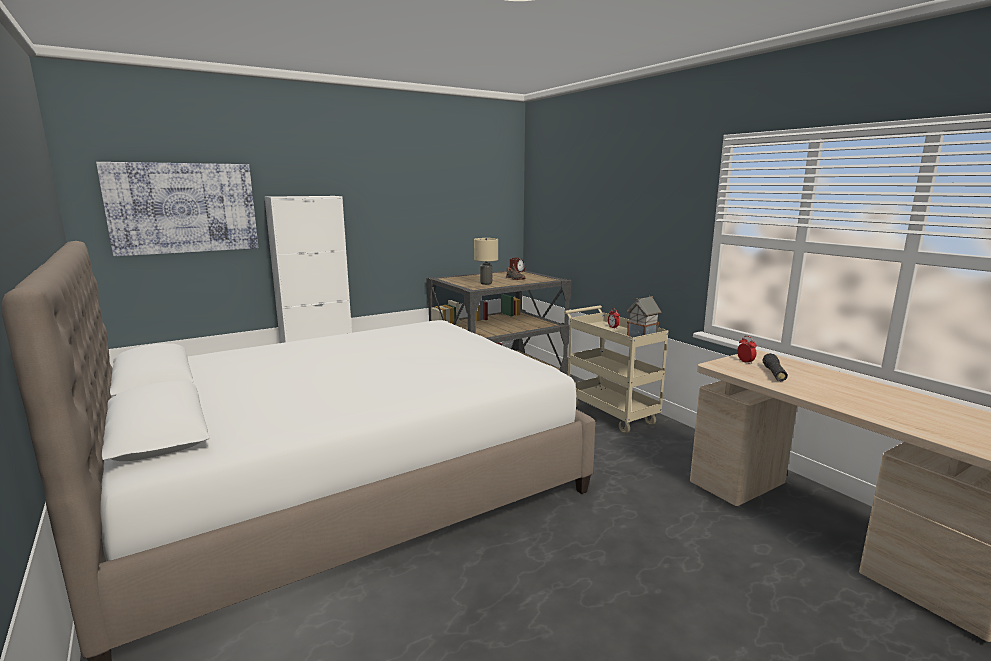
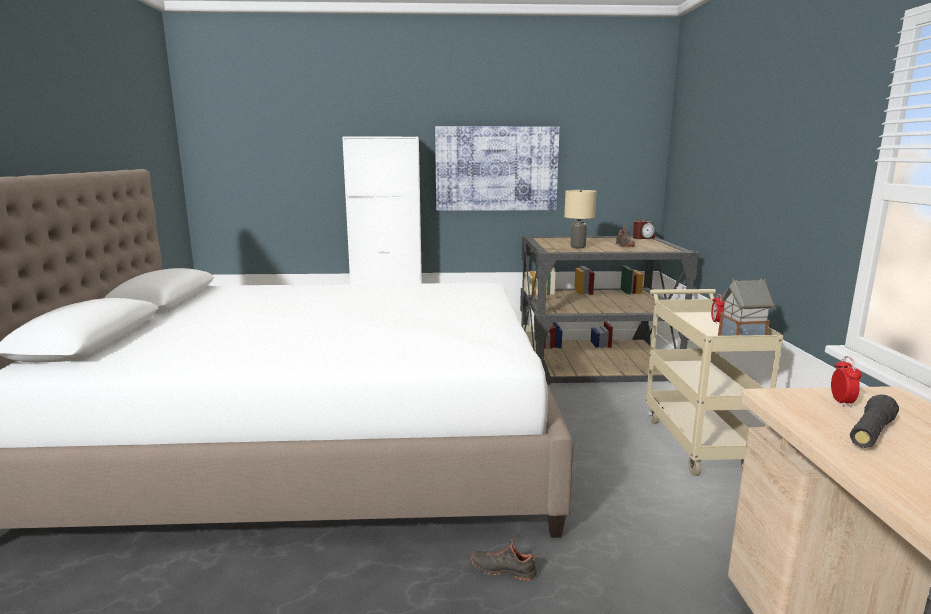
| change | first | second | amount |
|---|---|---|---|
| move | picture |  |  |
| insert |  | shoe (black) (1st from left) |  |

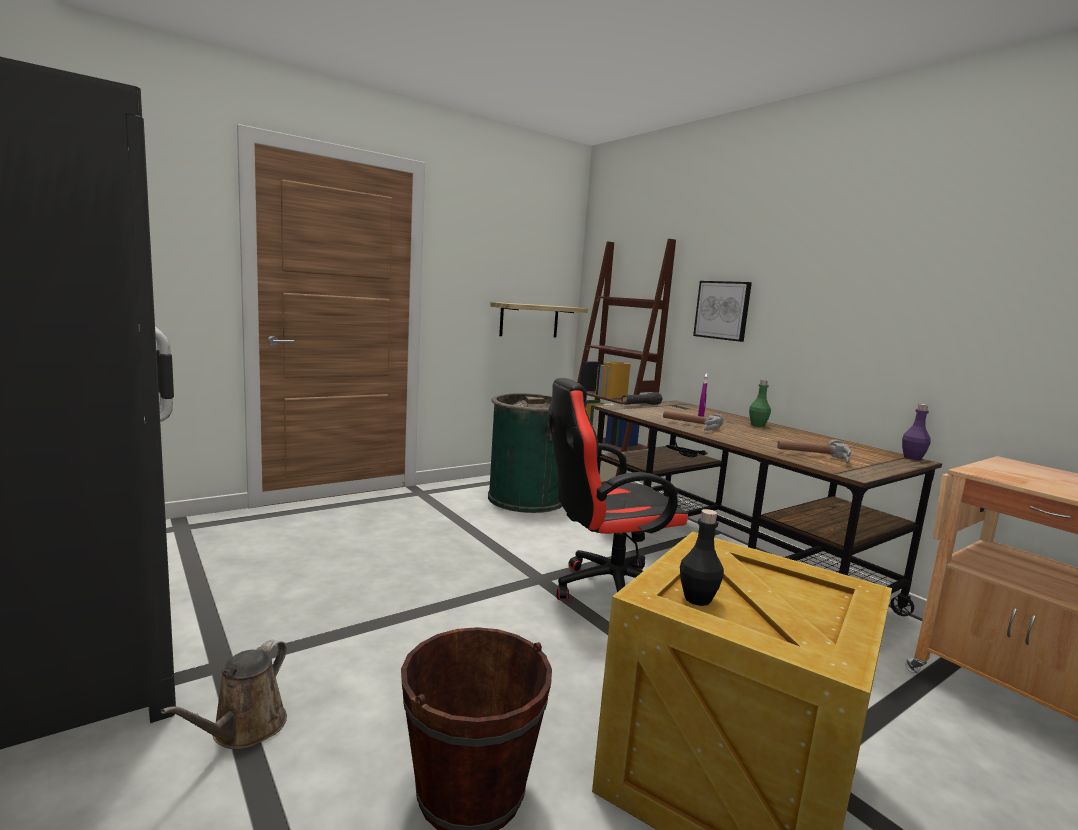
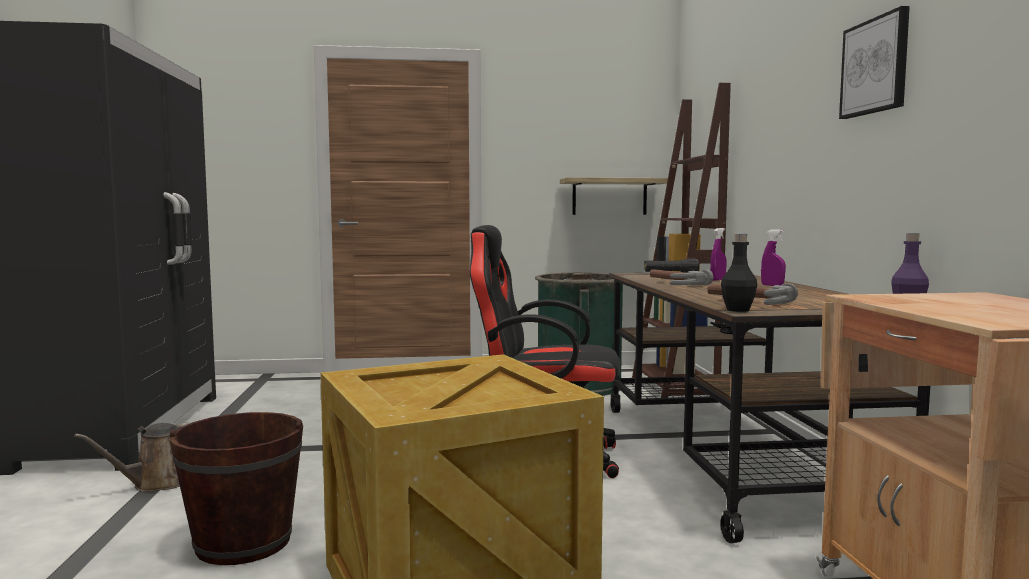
| change | first | second | amount |
|---|---|---|---|
| move | picture |  |  |
| replace | bottle (green) | spray bottle (purple) (2nd from left) |  |
| move | bottle (black) |  |  |

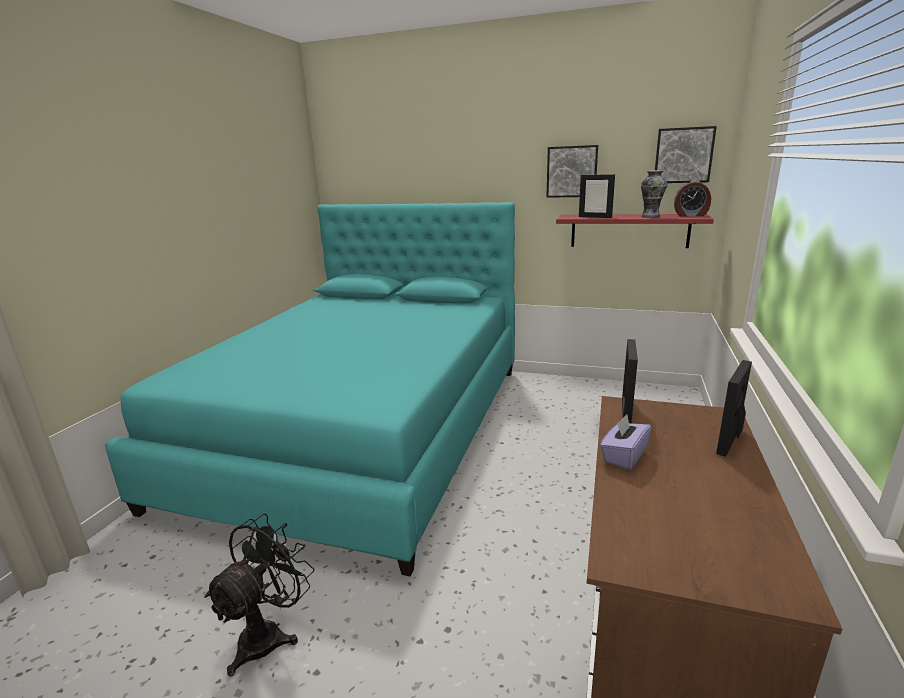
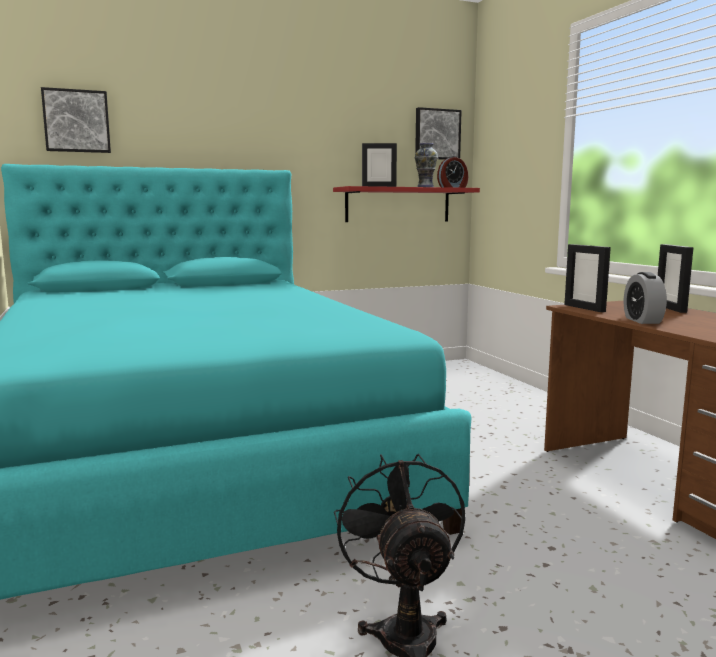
| change | first | second | amount |
|---|---|---|---|
| move | picture (1st from left) |  |  |
| replace | tissue box (purple) | alarm clock (2nd from left) |  |

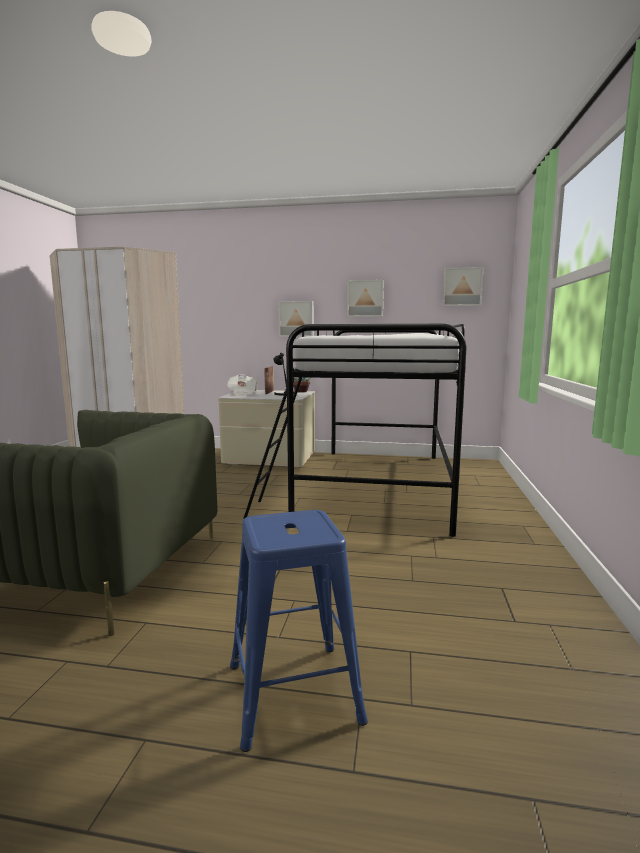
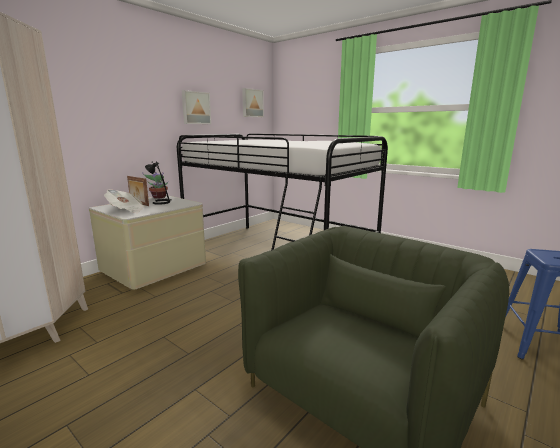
| change | first | second | amount |
|---|---|---|---|
| delete | picture (1st from left) |  |  |

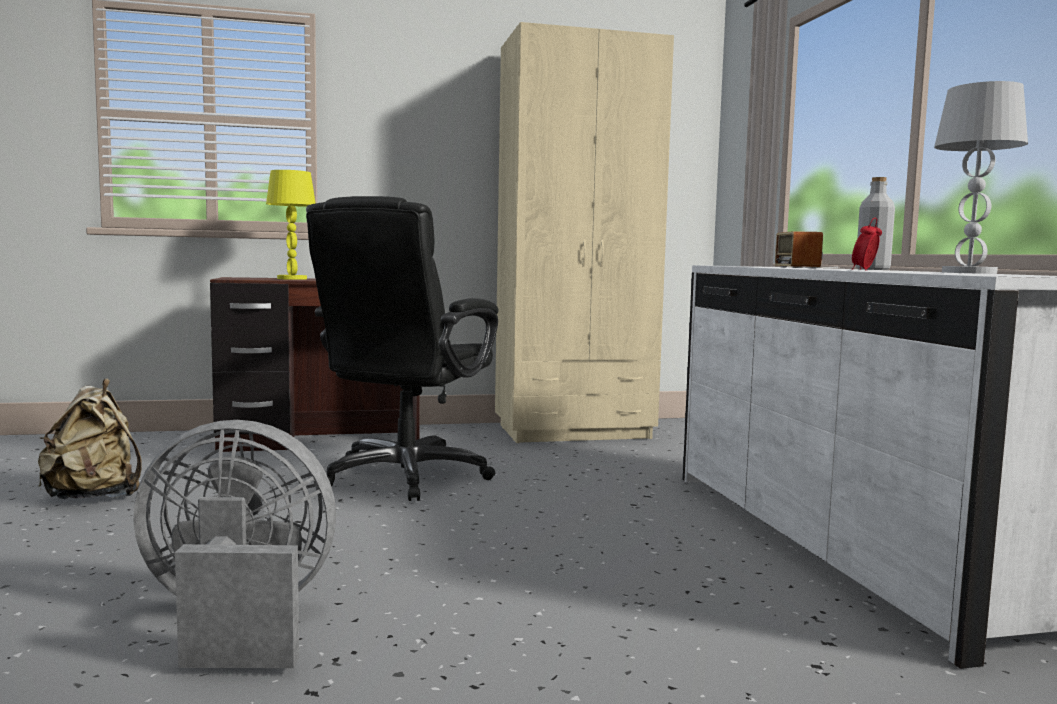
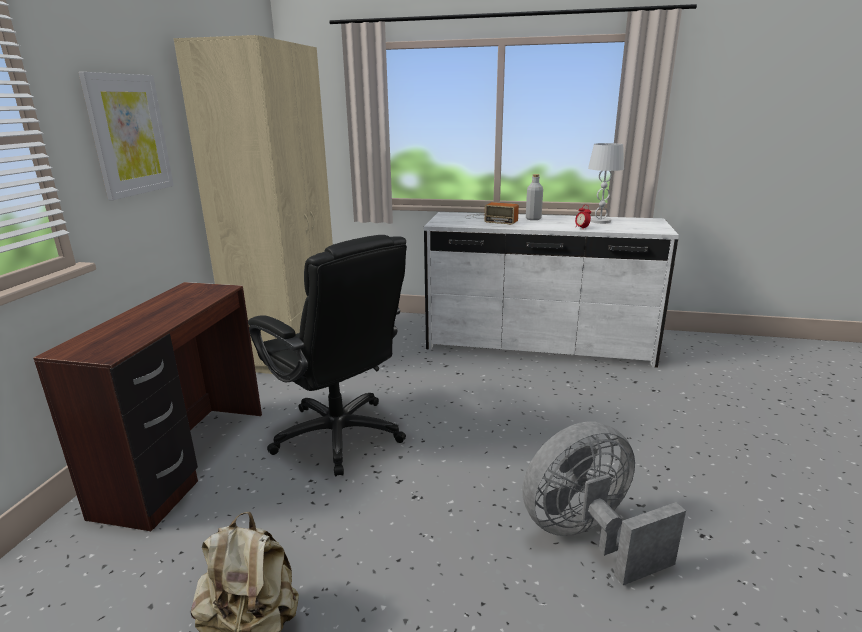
| change | first | second | amount |
|---|---|---|---|
| delete | table lamp (yellow) |  |  |
| rotate | fan (grey) |  | 45 degrees clockwise |
| insert |  | picture |  |

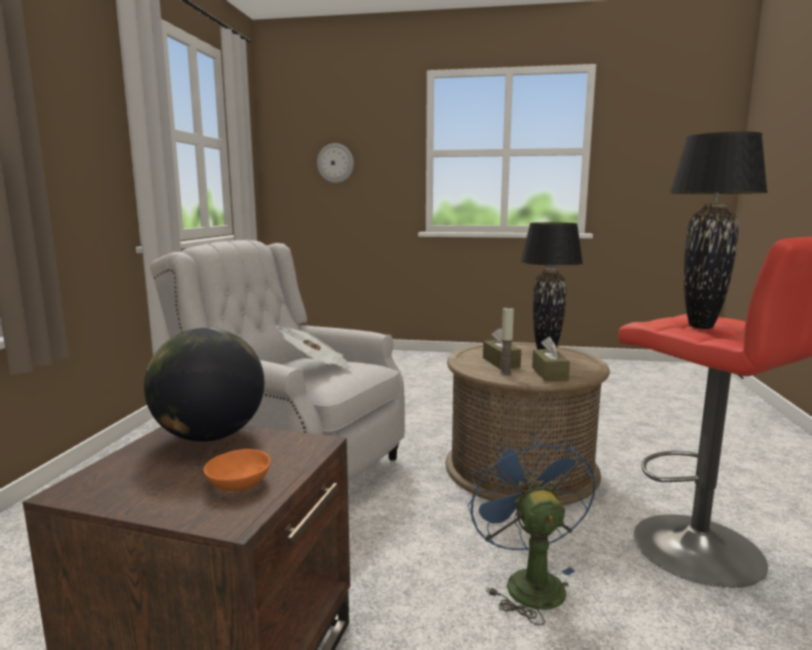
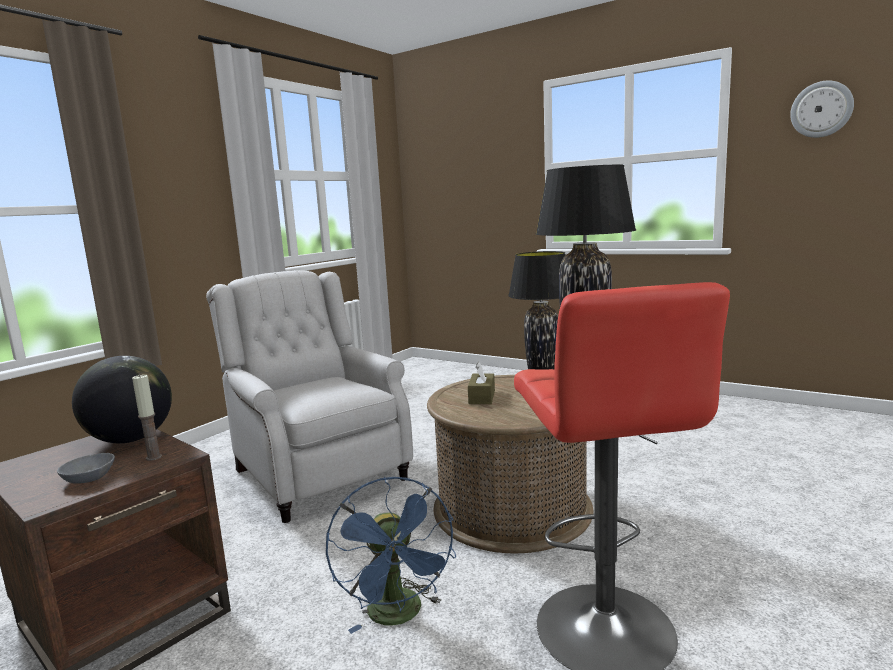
| change | first | second | amount |
|---|---|---|---|
| move | wall clock |  |  |
| move | candle |  |  |
| delete | newspaper |  |  |
| delete | tissue box (brown) (2nd from left) |  |  |
| rotate | fan (blue) |  | 150 degrees clockwise |
| recolor | bowl (orange) | bowl (grey) |  |

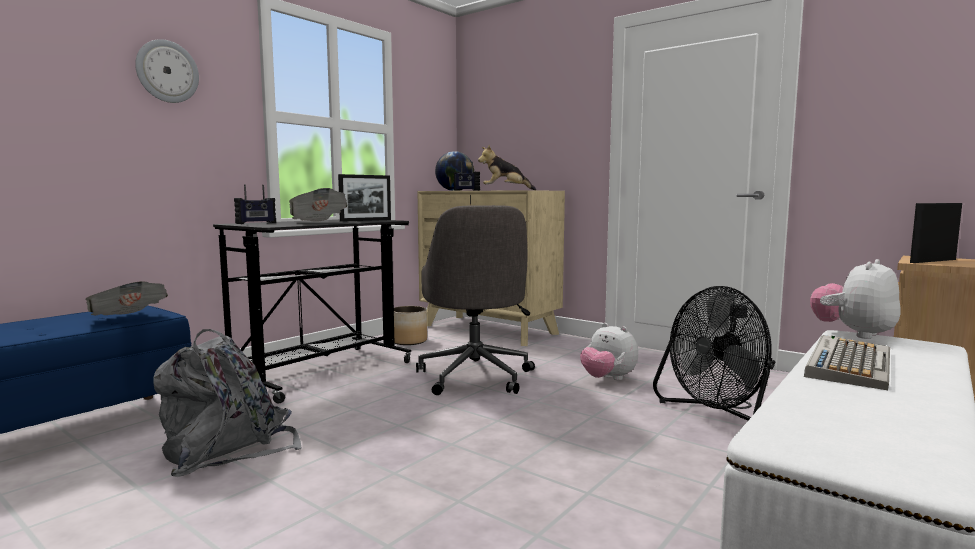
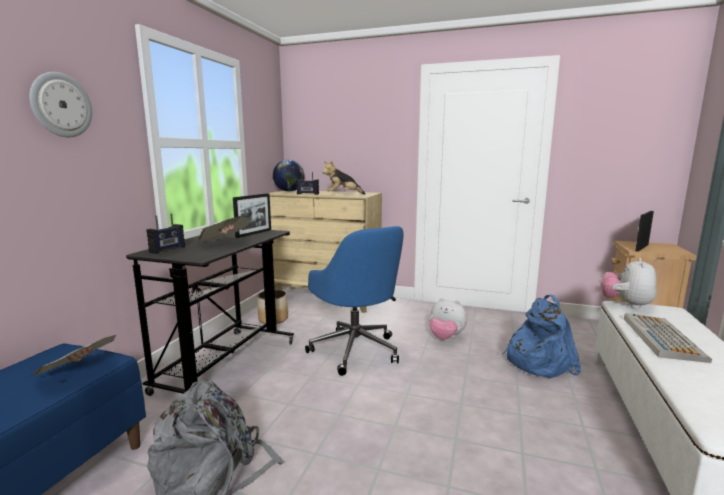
| change | first | second | amount |
|---|---|---|---|
| recolor | office chair (grey) | office chair (blue) |  |
| replace | fan (black) | backpack (blue) |  |

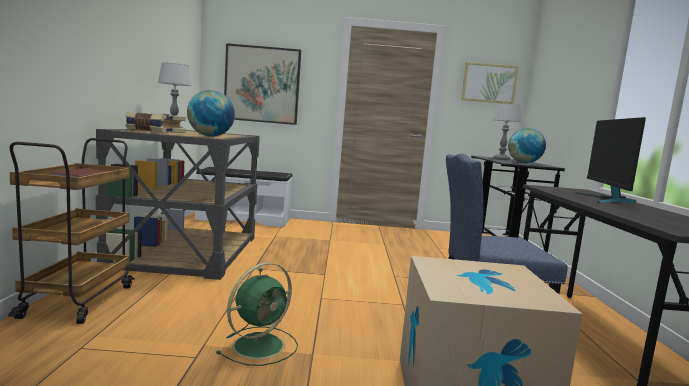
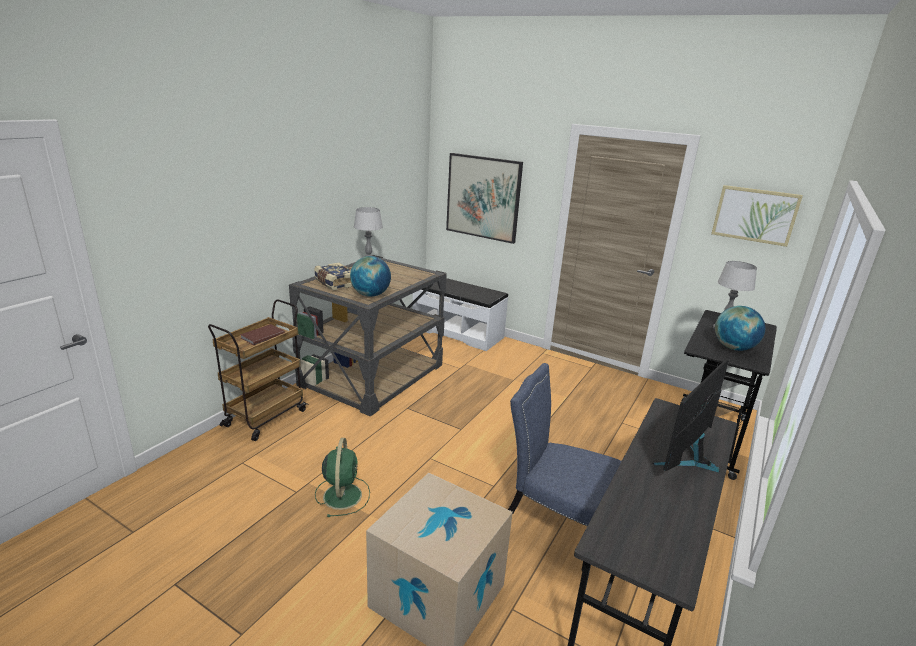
| change | first | second | amount |
|---|---|---|---|
| rotate | fan (green) |  | 75 degrees counterclockwise |

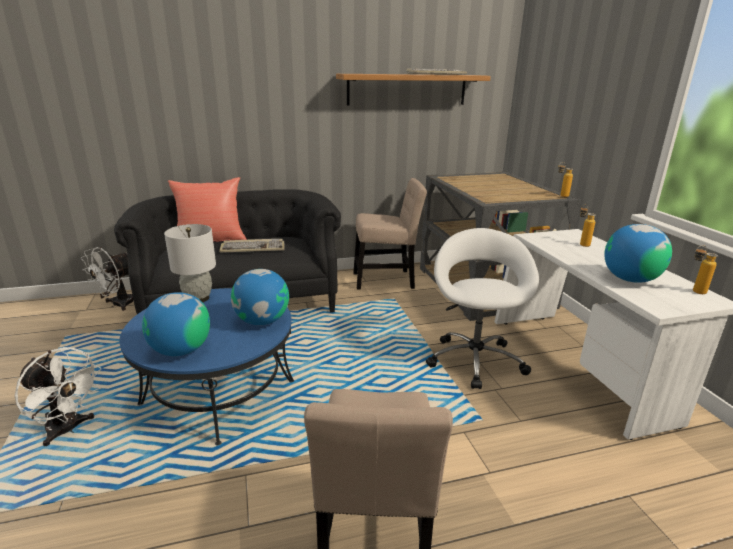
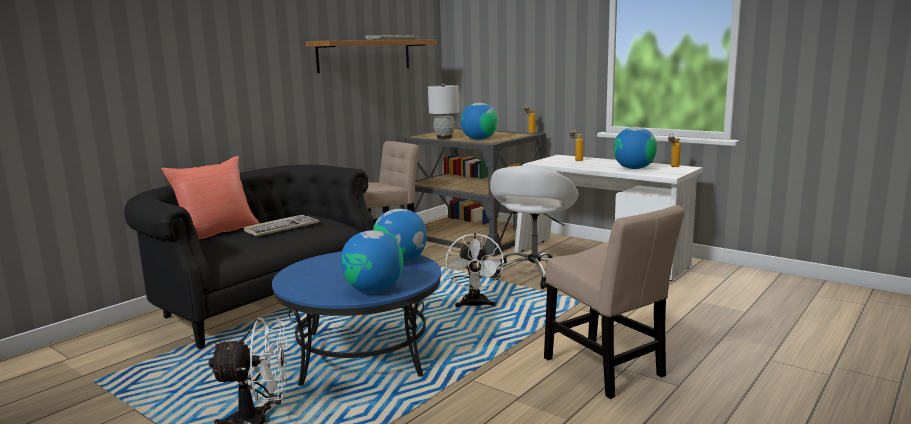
| change | first | second | amount |
|---|---|---|---|
| move | table lamp (white) |  |  |
| rotate | office chair (white) |  | 120 degrees counterclockwise |
| move | fan (white) (2nd from left) |  |  |
| insert |  | globe (3rd from left) |  |

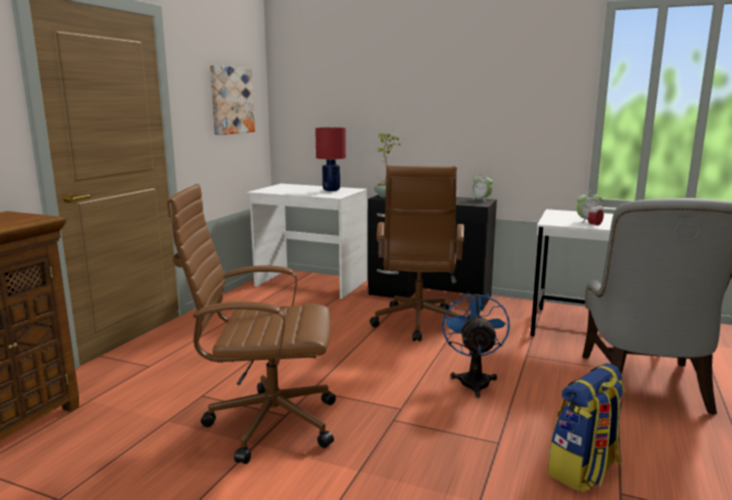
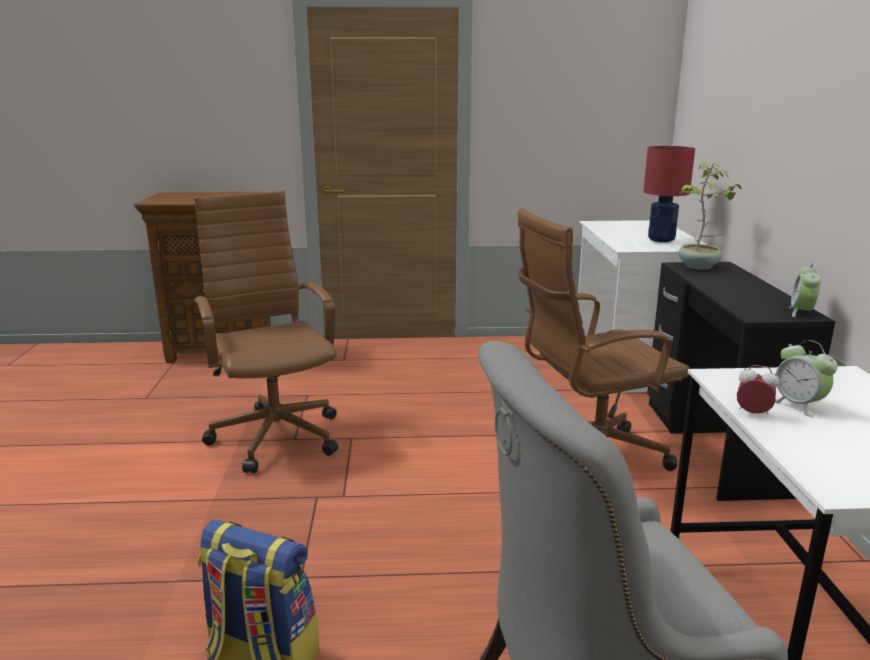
| change | first | second | amount |
|---|---|---|---|
| delete | picture |  |  |
| delete | fan (blue) |  |  |

